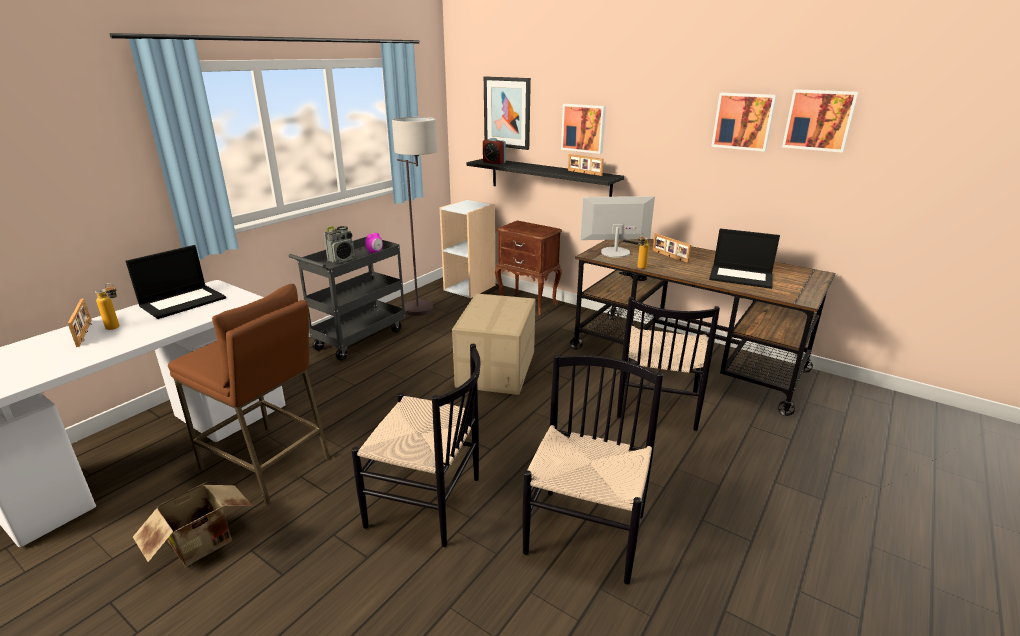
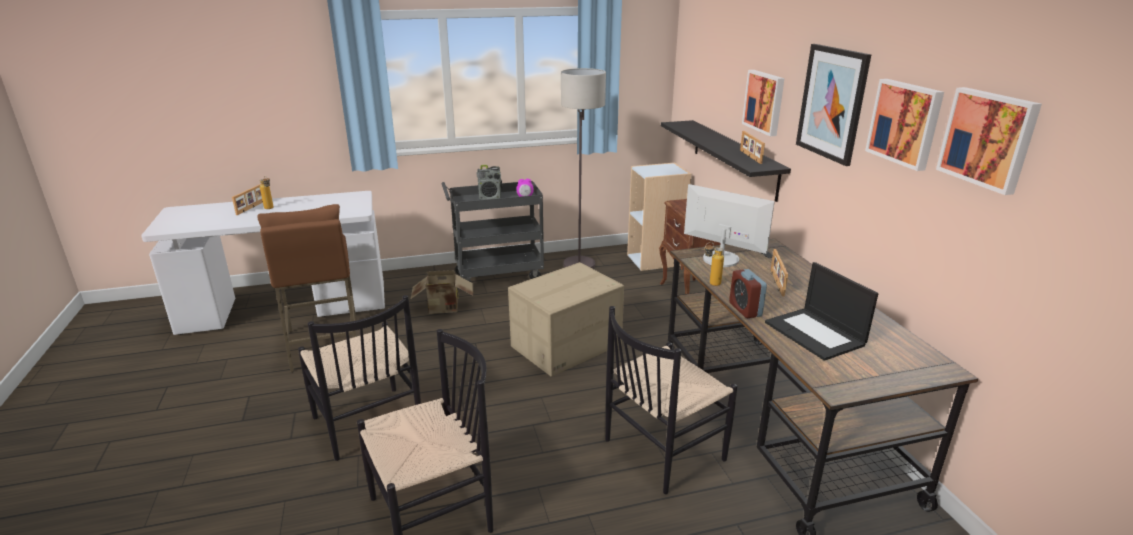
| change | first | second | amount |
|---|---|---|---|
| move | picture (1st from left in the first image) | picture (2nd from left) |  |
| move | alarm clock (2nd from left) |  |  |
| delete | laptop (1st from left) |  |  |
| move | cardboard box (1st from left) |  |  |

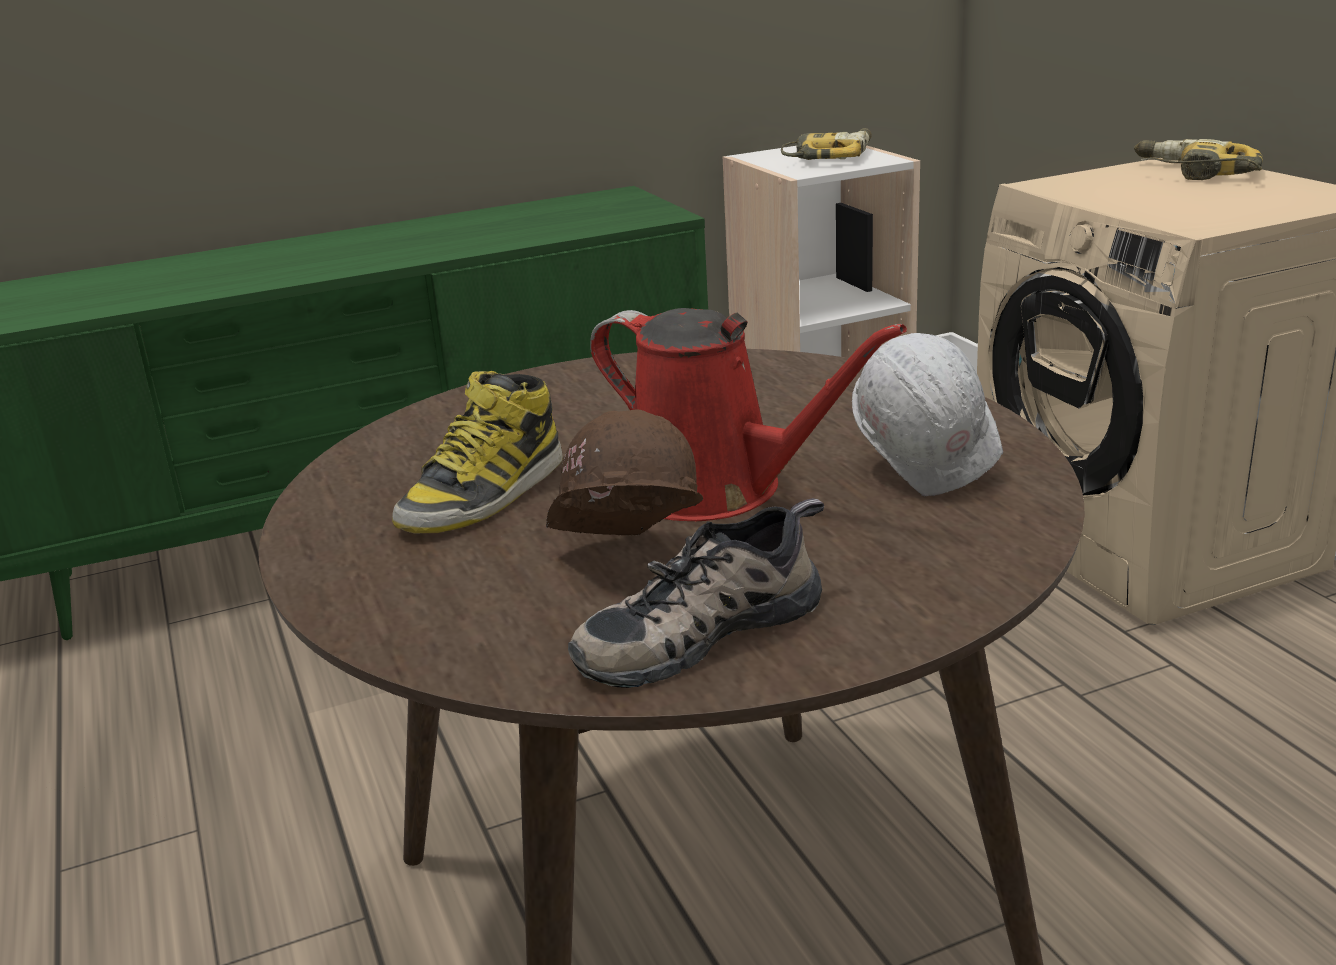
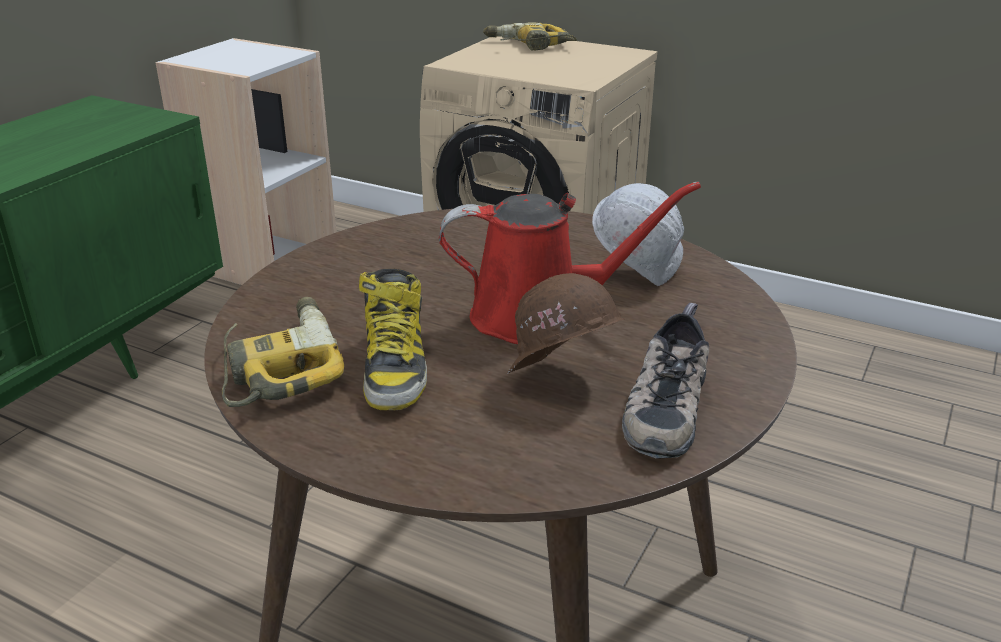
| change | first | second | amount |
|---|---|---|---|
| move | power drill (1st from left) |  |  |

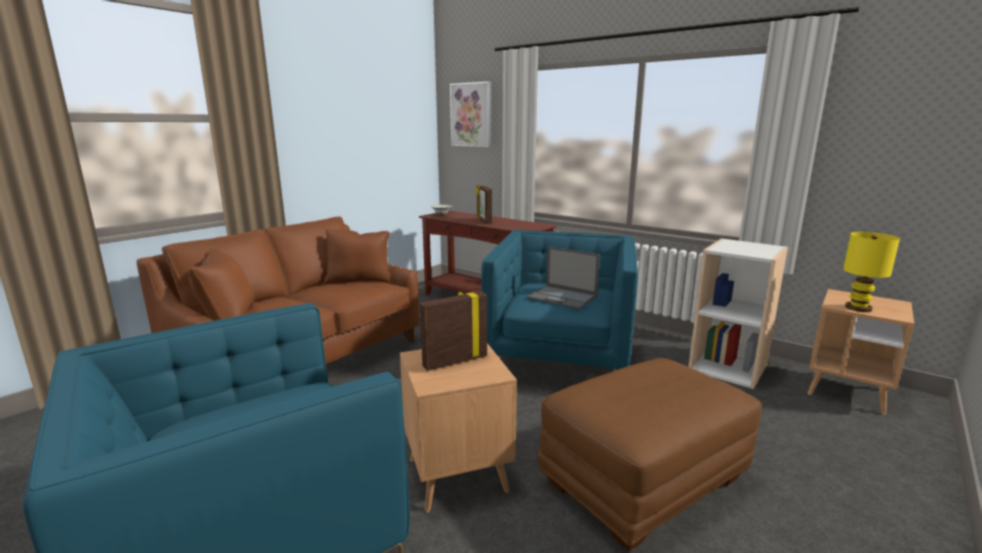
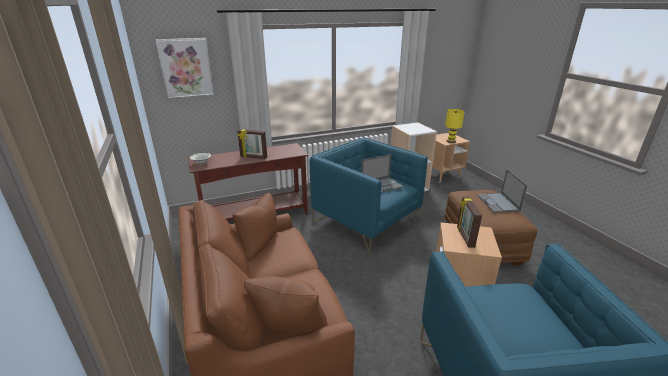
| change | first | second | amount |
|---|---|---|---|
| insert |  | laptop (2nd from left) |  |

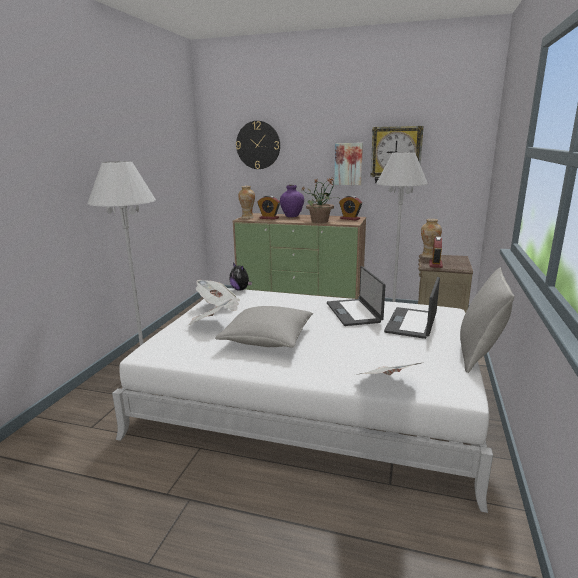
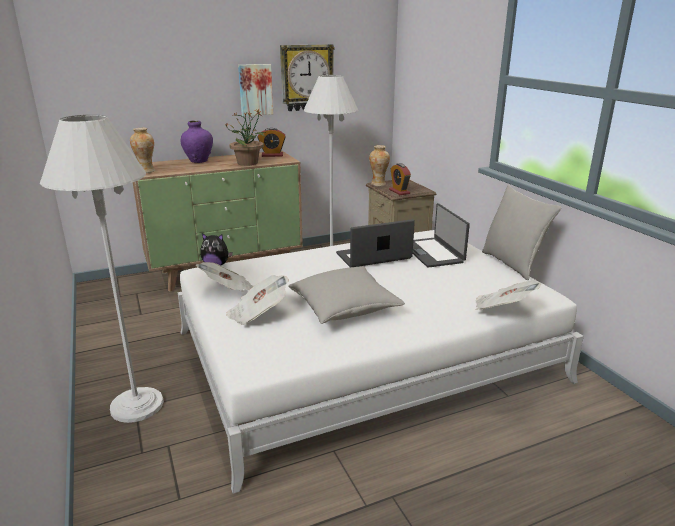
| change | first | second | amount |
|---|---|---|---|
| delete | wall clock (1st from left) |  |  |
| delete | alarm clock (1st from left) |  |  |
| rotate | laptop (1st from left) |  | 120 degrees clockwise |

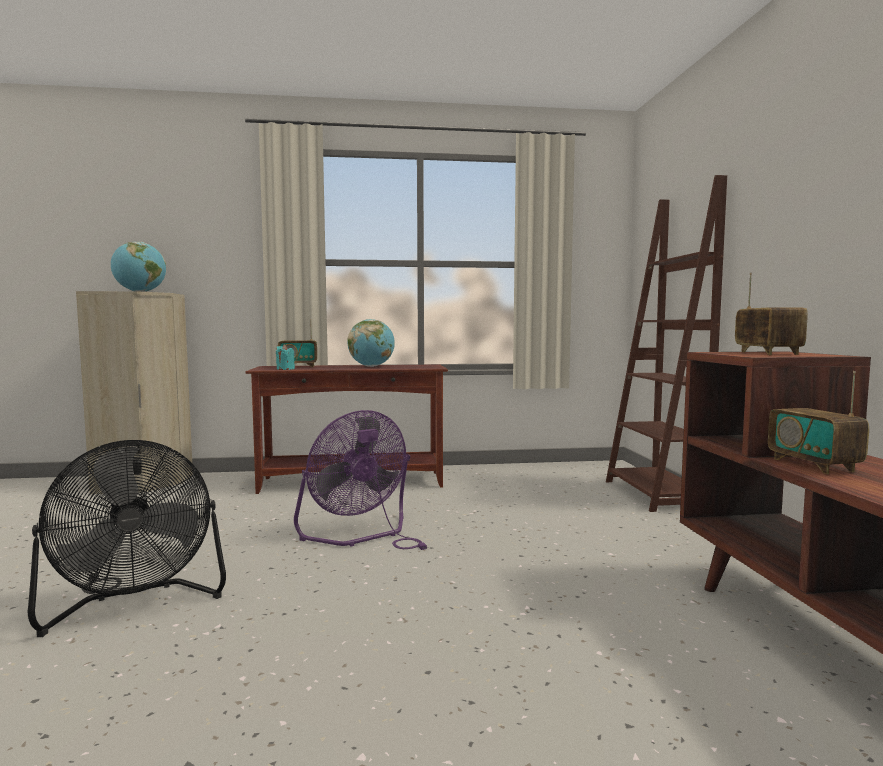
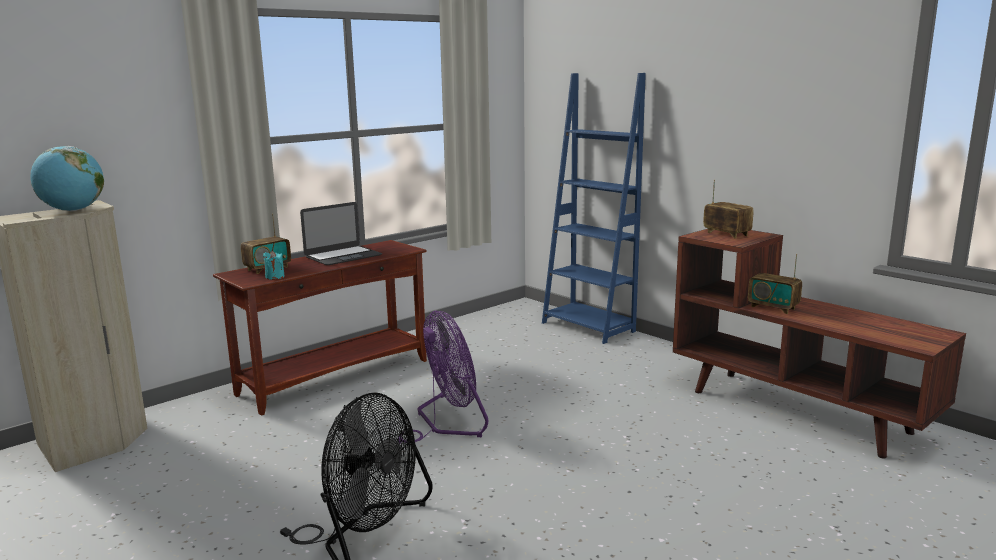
| change | first | second | amount |
|---|---|---|---|
| recolor | bookcase (brown) | bookcase (blue) |  |
| replace | globe (2nd from left) | laptop |  |
| rotate | fan (purple) |  | 135 degrees clockwise |

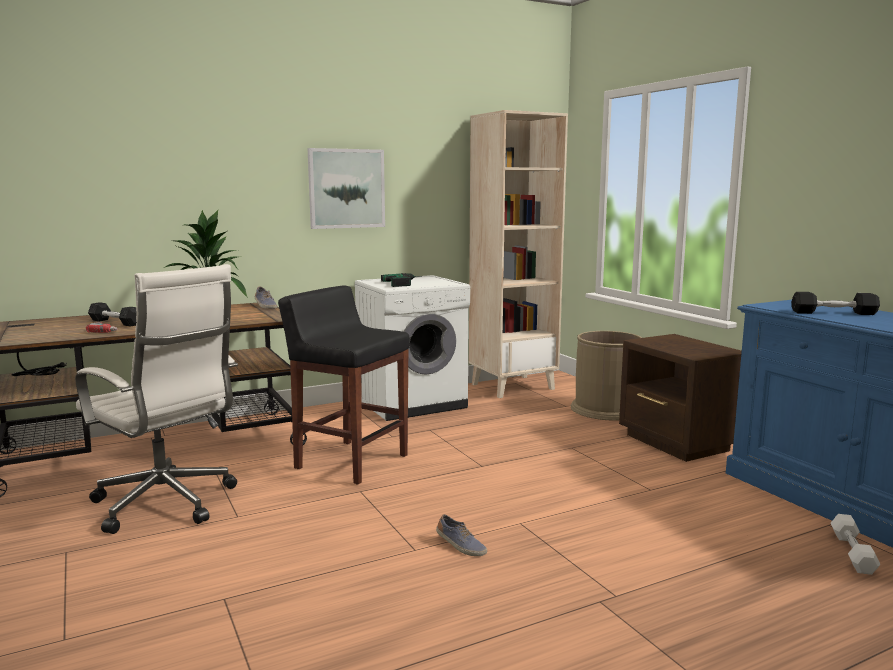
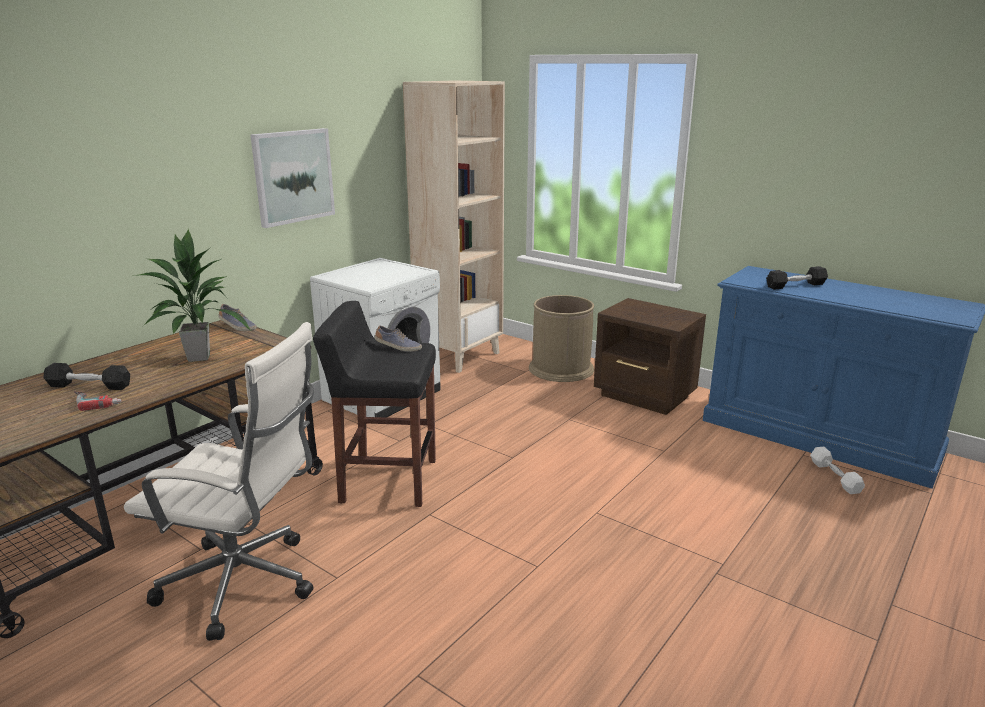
| change | first | second | amount |
|---|---|---|---|
| delete | power drill (2nd from left) |  |  |
| move | shoe (2nd from left) |  |  |

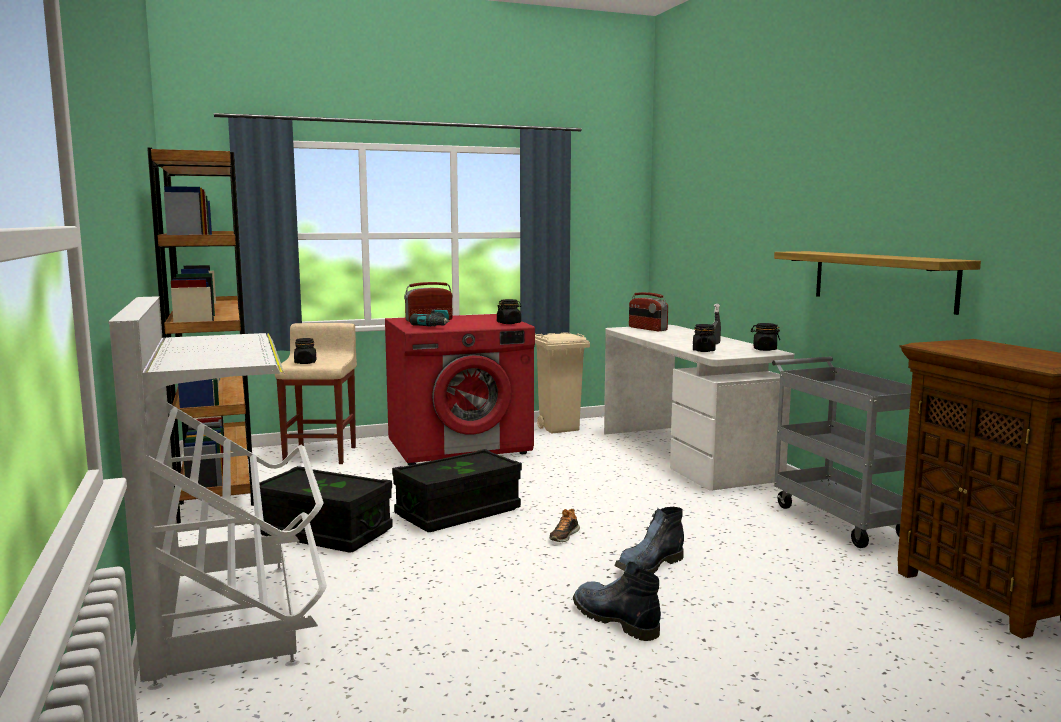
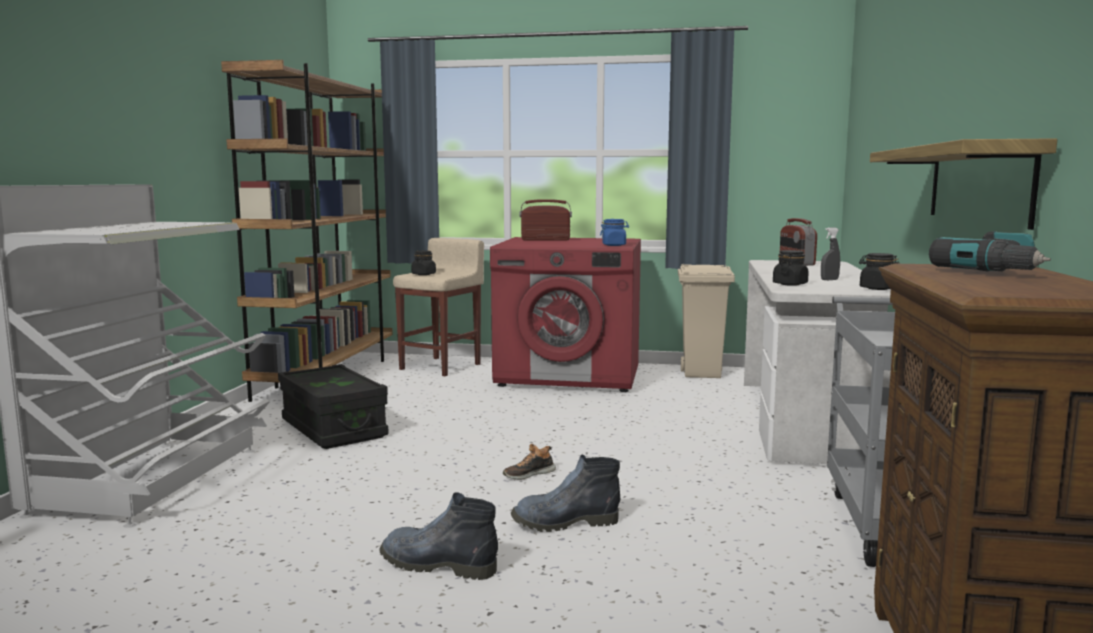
| change | first | second | amount |
|---|---|---|---|
| recolor | jar (black) (2nd from left) | jar (blue) |  |
| move | power drill |  |  |
| delete | storage box (black) (2nd from left) |  |  |
| rotate | boot (1st from left) |  | 60 degrees counterclockwise |

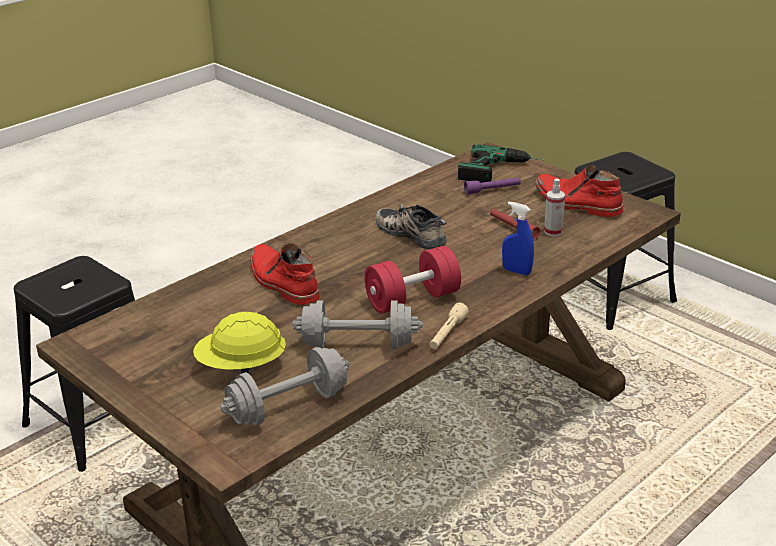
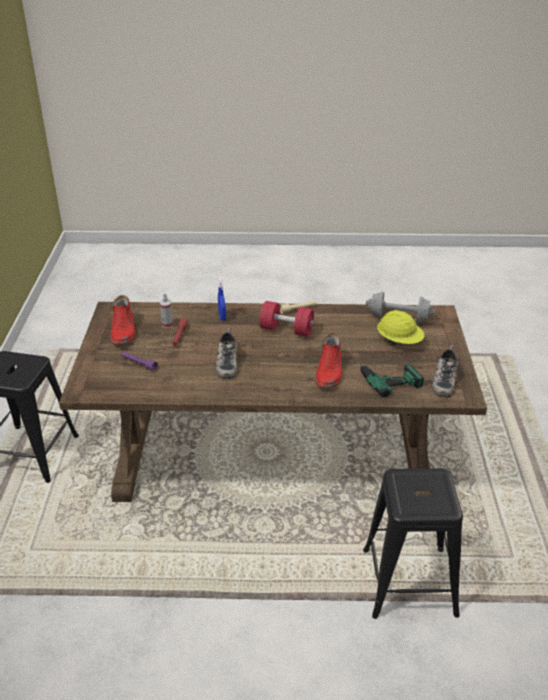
| change | first | second | amount |
|---|---|---|---|
| move | power drill |  |  |
| delete | dumbbell (grey) (2nd from left) |  |  |
| insert |  | shoe (2nd from left) |  |

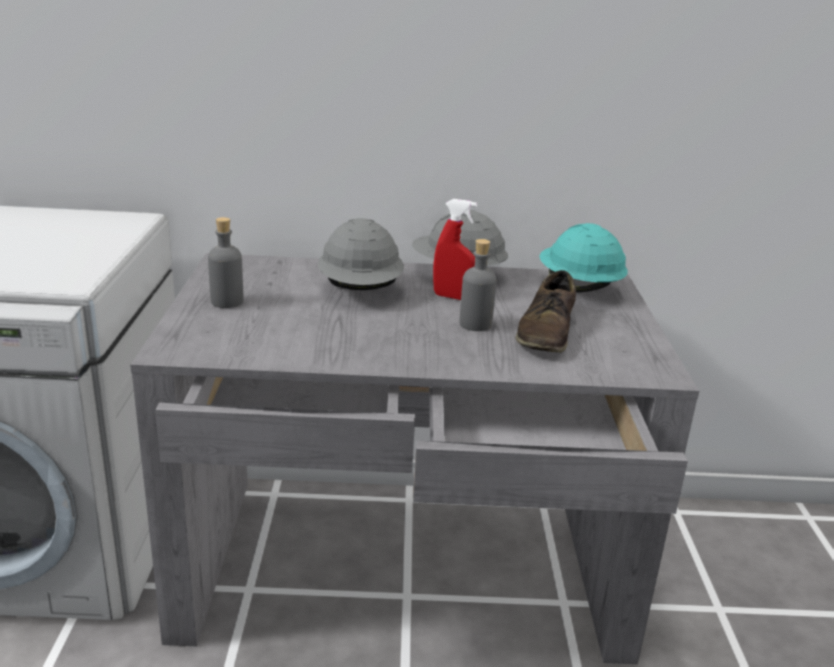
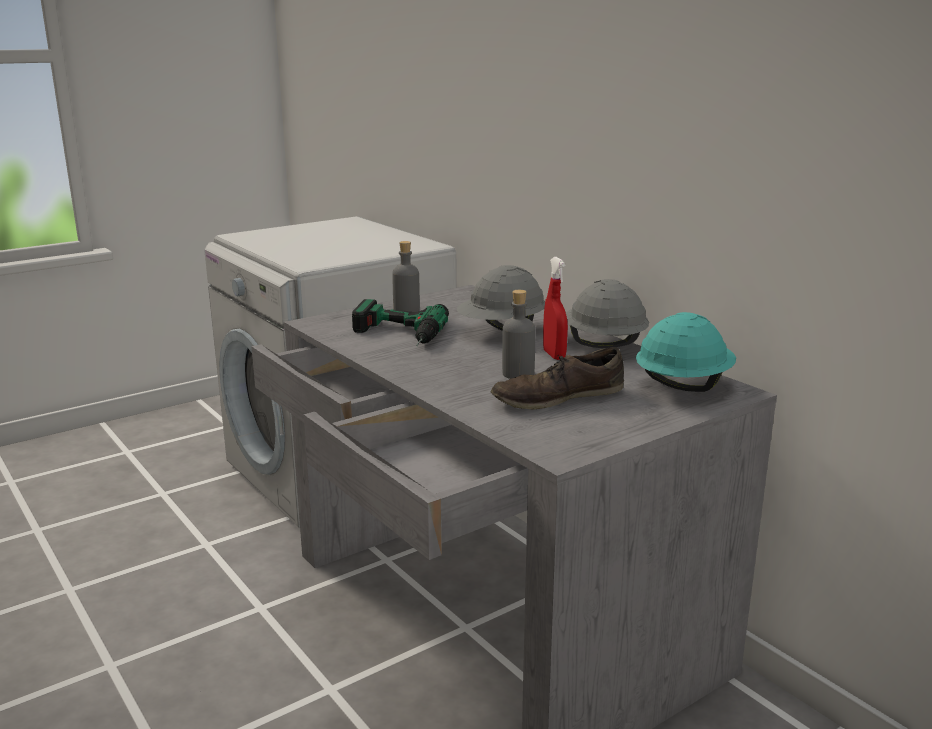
| change | first | second | amount |
|---|---|---|---|
| insert |  | power drill |  |

